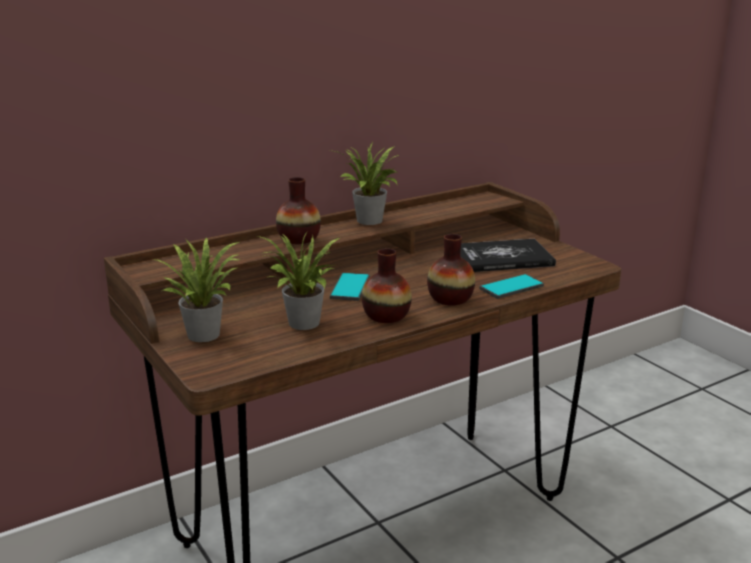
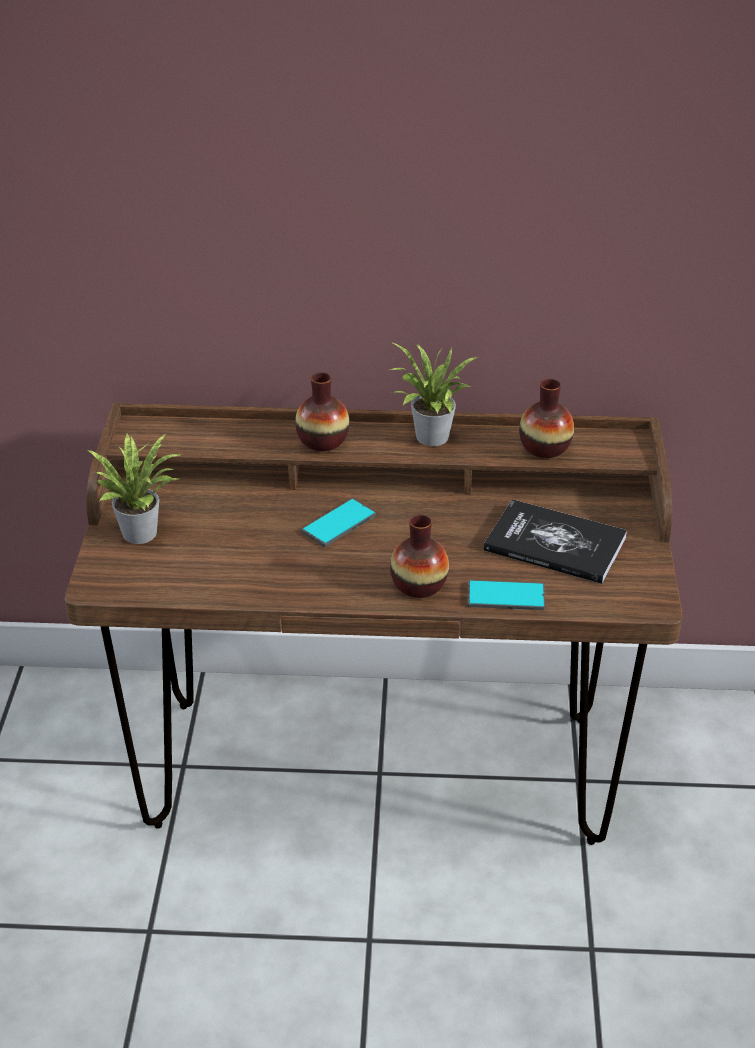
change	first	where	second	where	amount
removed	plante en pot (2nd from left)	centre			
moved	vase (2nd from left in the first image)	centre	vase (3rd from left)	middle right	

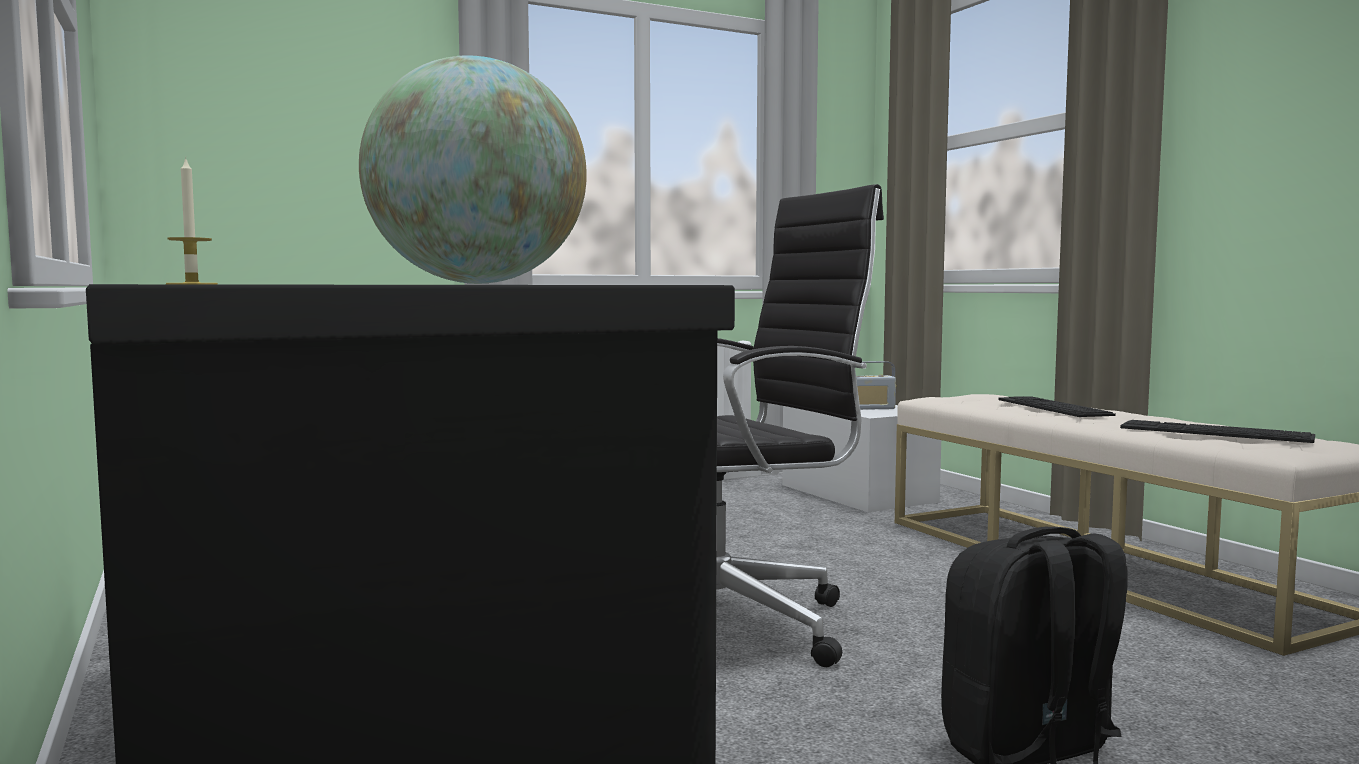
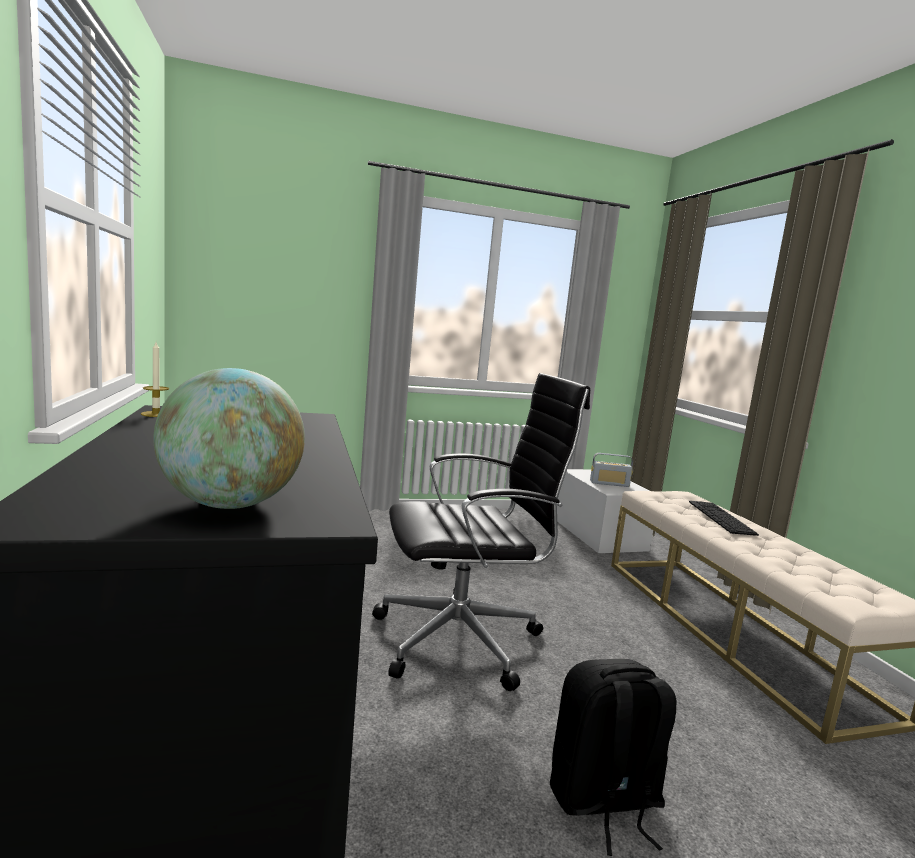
change	first	where	second	where	amount
removed	clavier (2nd from left)	middle right			

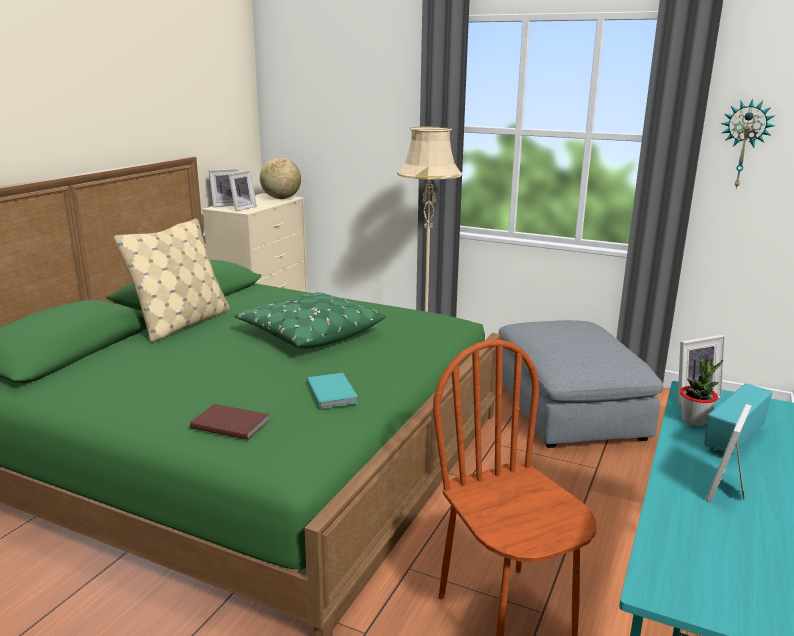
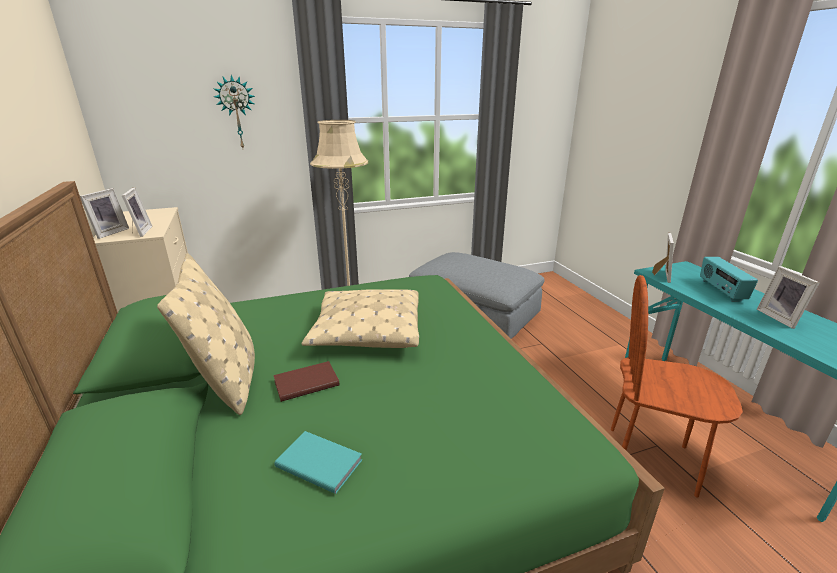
change	first	where	second	where	amount
moved	livre (marron)	middle left		centre	
recoloured	coussin (vert)	centre	coussin (beige) (2nd from left)	centre	
removed	globe	top centre			
moved	livre (turquoise)	centre		bottom centre	
removed	plante en pot	middle right			
moved	horloge murale	top right		top left	

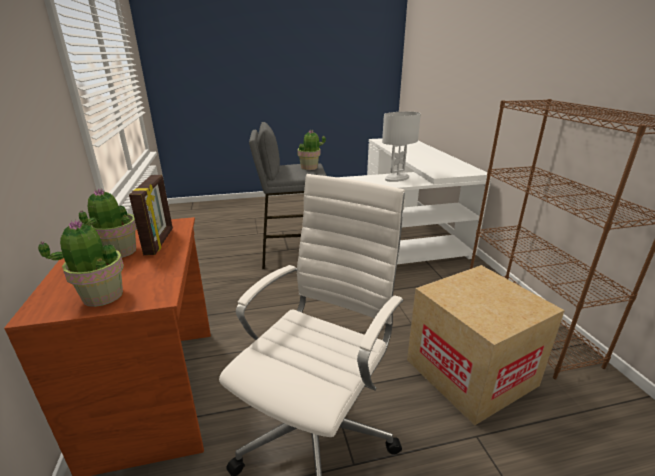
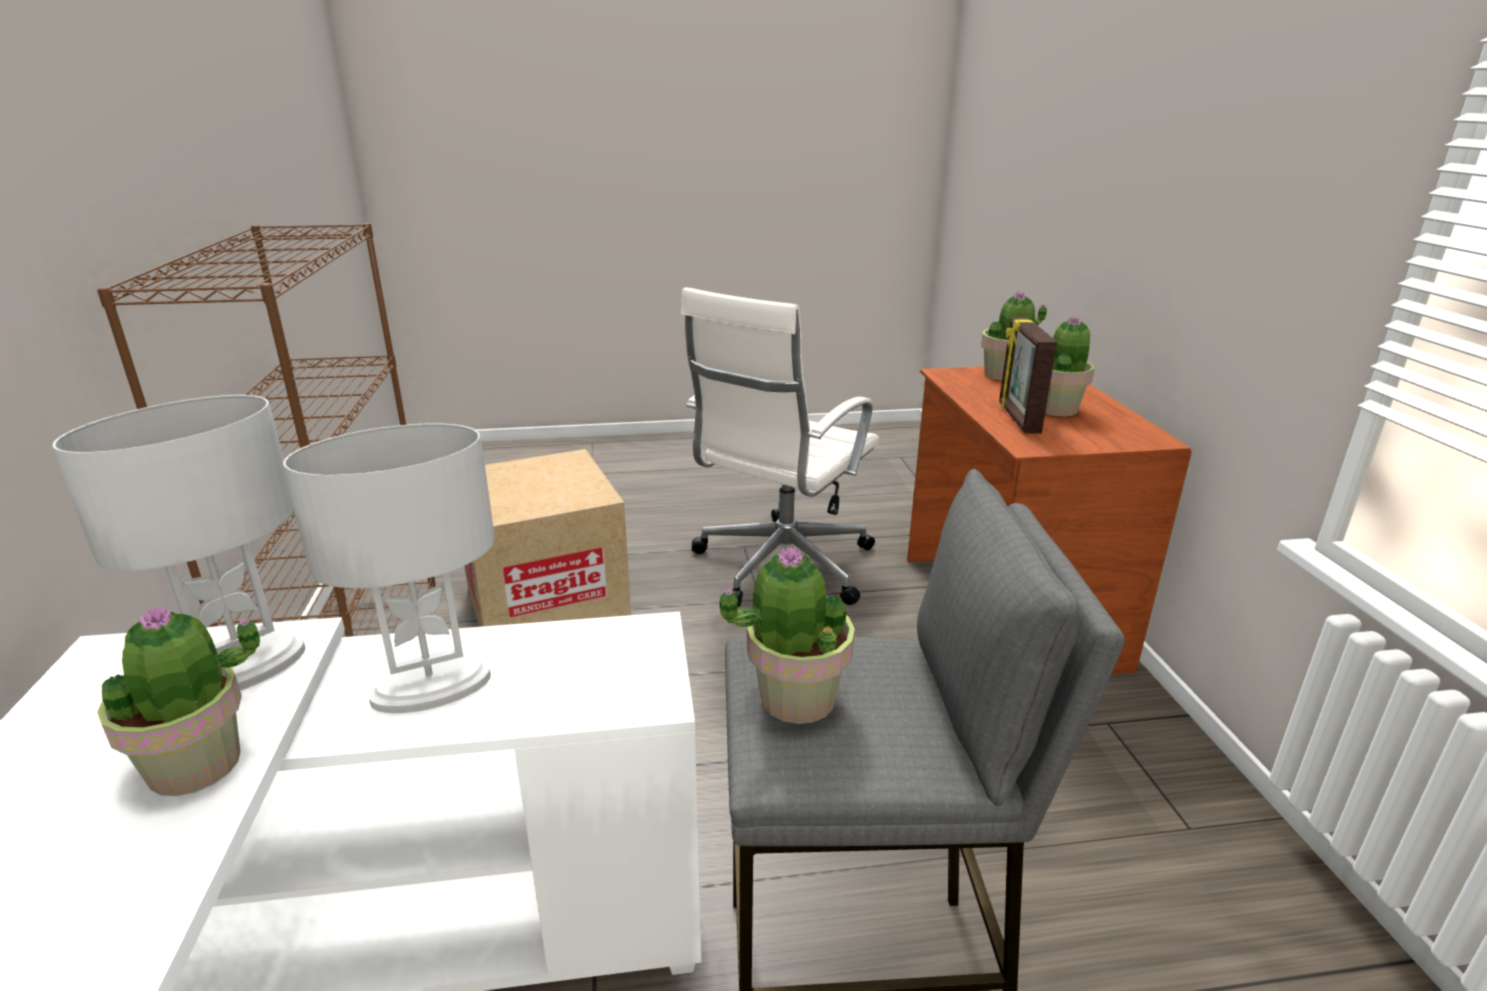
change	first	where	second	where	amount
added			lampe de table (blanc) (1st from left)	middle left	
added			plante en pot (1st from left)	bottom left	

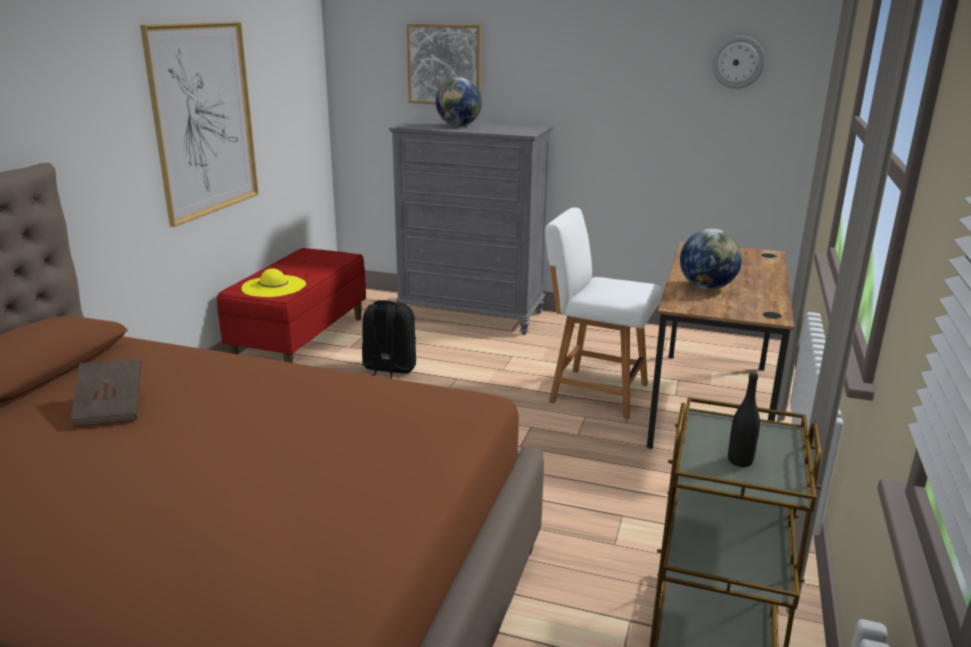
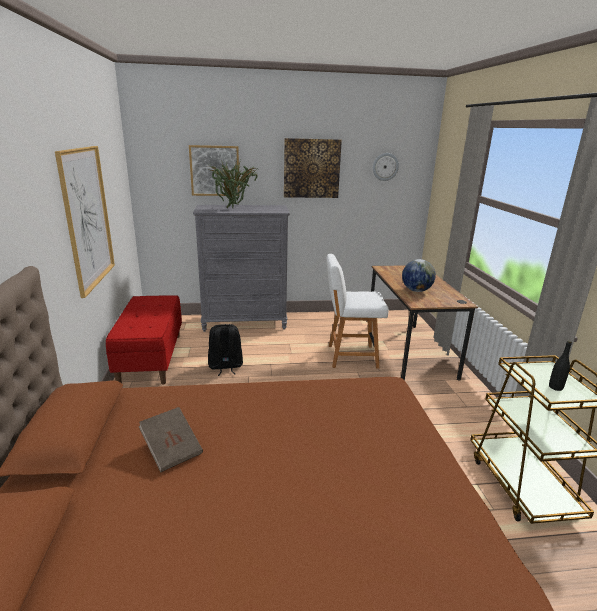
change	first	where	second	where	amount
removed	chapeau (jaune)	middle left			
replaced	globe (1st from left)	top centre	plante en pot	top centre	
added			tableau (3rd from left)	top centre	

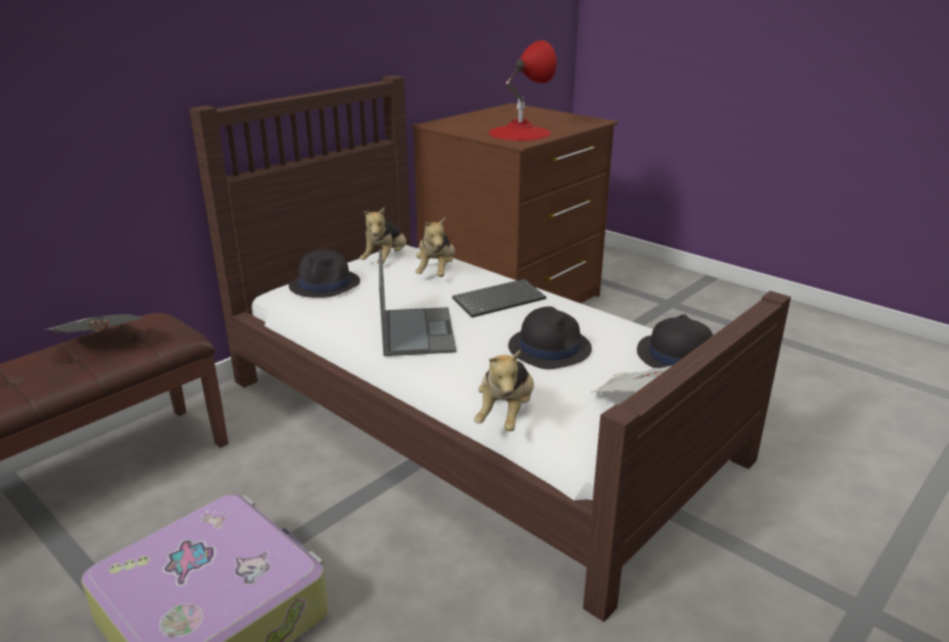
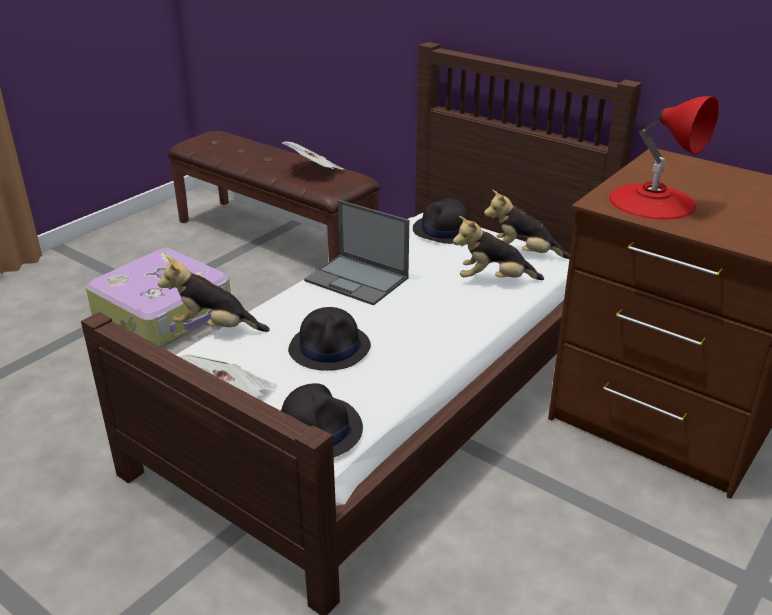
change	first	where	second	where	amount
turned	ordinateur portable	centre		centre	45 degrees clockwise
removed	clavier	centre			

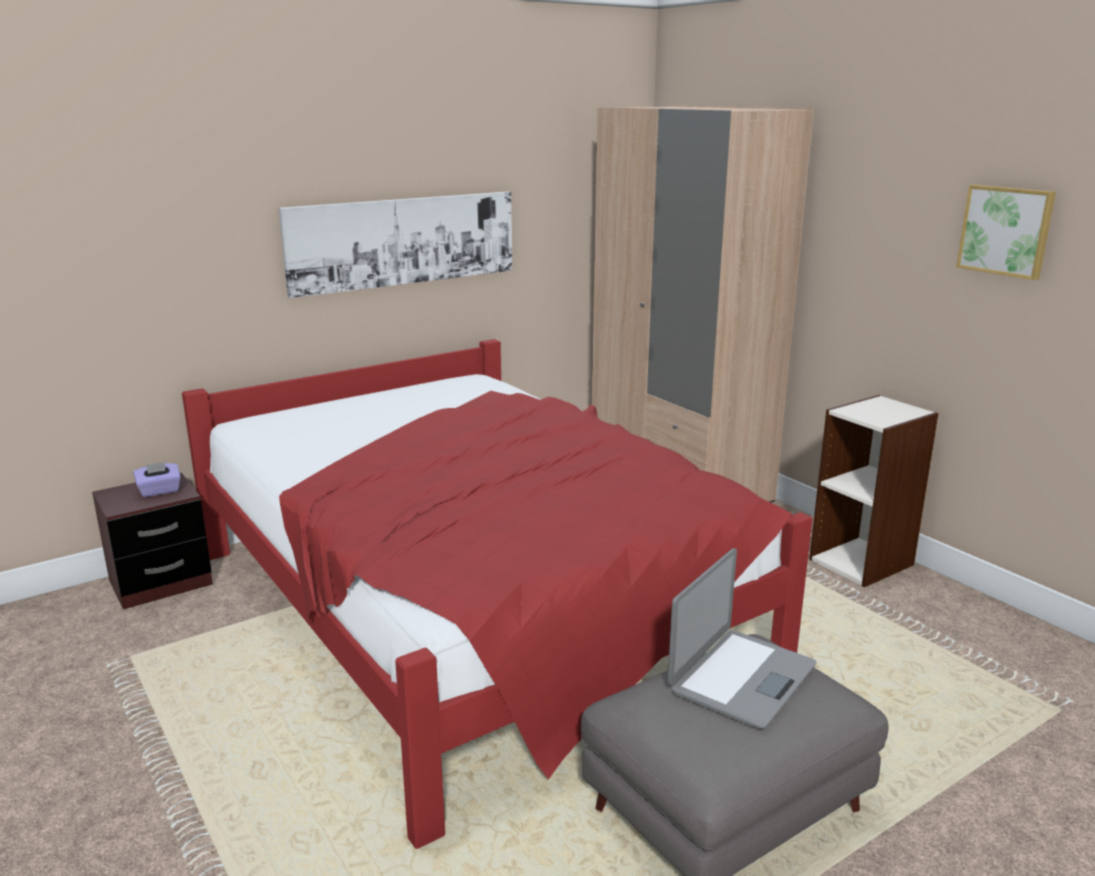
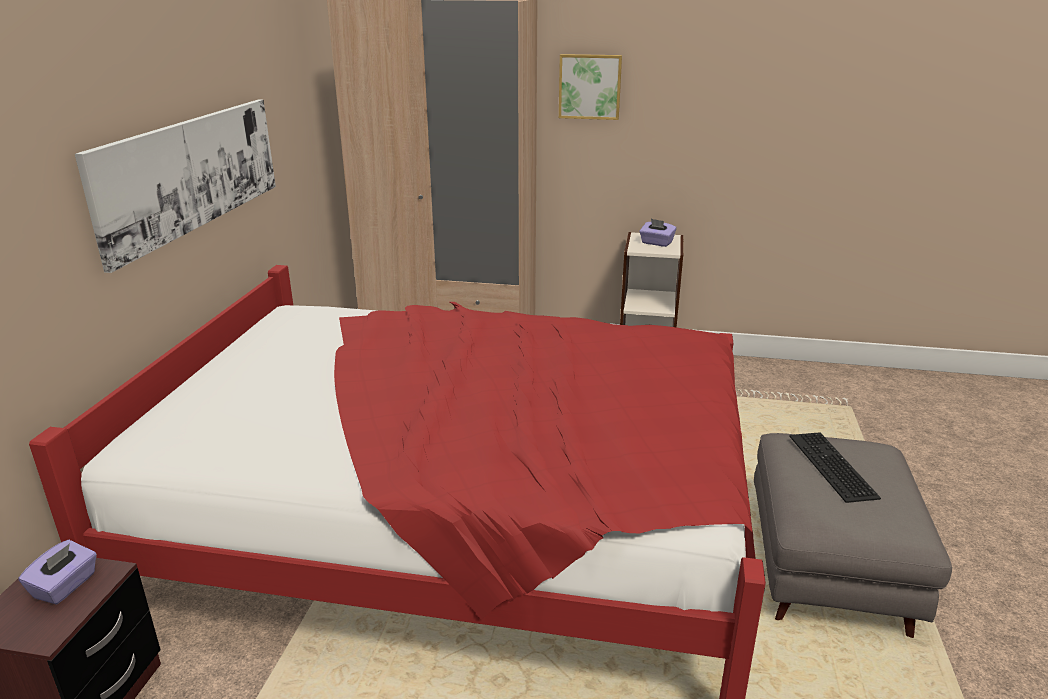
change	first	where	second	where	amount
replaced	ordinateur portable	bottom right	clavier	bottom right	
moved	tableau (2nd from left)	top right		top centre	
added			boîte à mouchoirs (violet) (2nd from left)	centre	

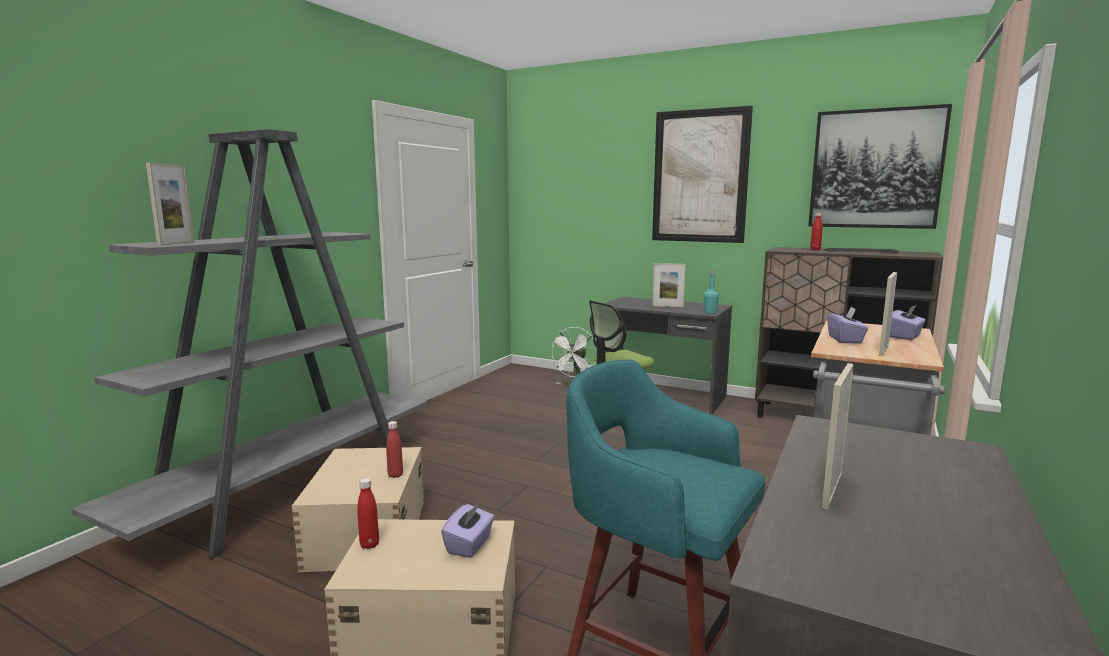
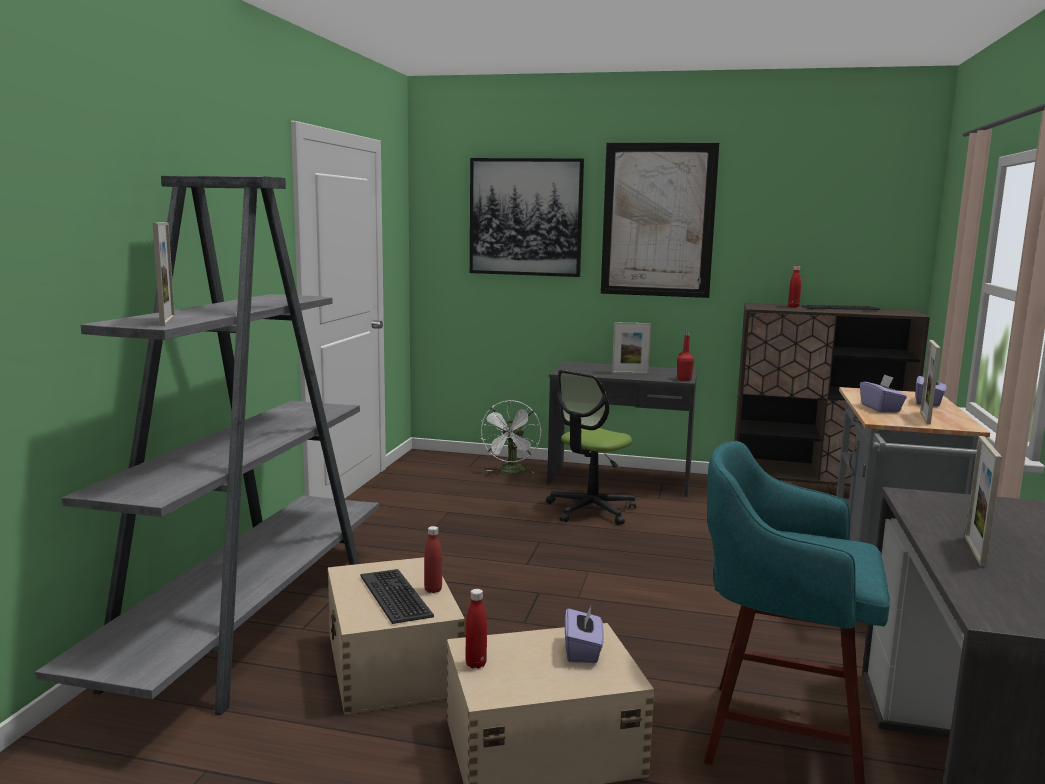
change	first	where	second	where	amount
recoloured	bouteille (turquoise)	centre	bouteille (rouge) (3rd from left)	centre	
moved	tableau (2nd from left in the first image)	top right	tableau (1st from left)	top centre	
added			clavier (1st from left)	bottom centre	

